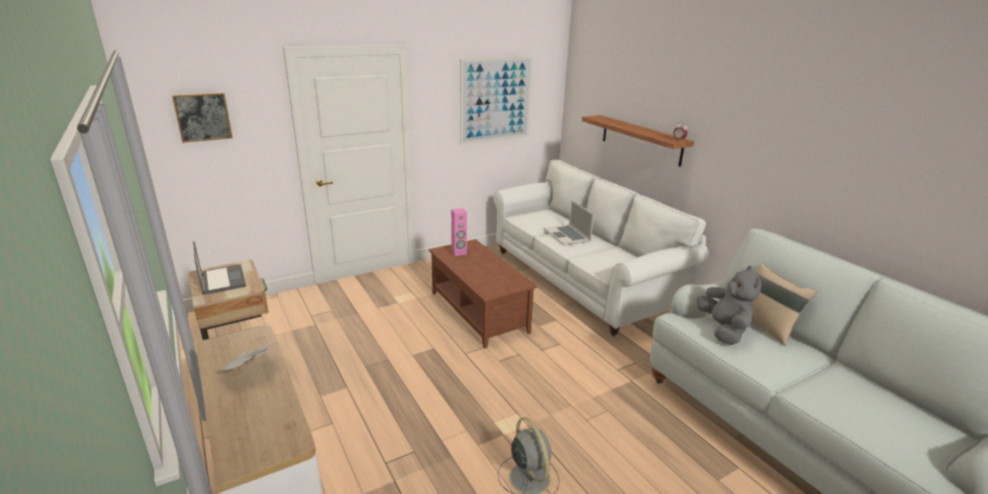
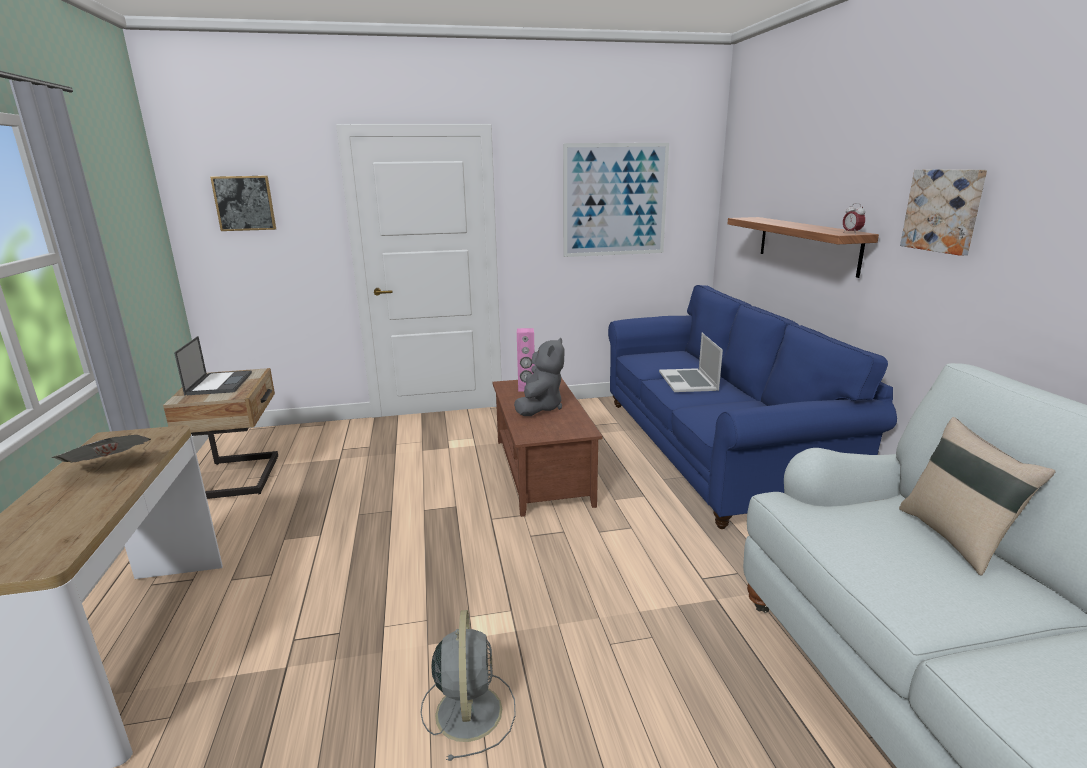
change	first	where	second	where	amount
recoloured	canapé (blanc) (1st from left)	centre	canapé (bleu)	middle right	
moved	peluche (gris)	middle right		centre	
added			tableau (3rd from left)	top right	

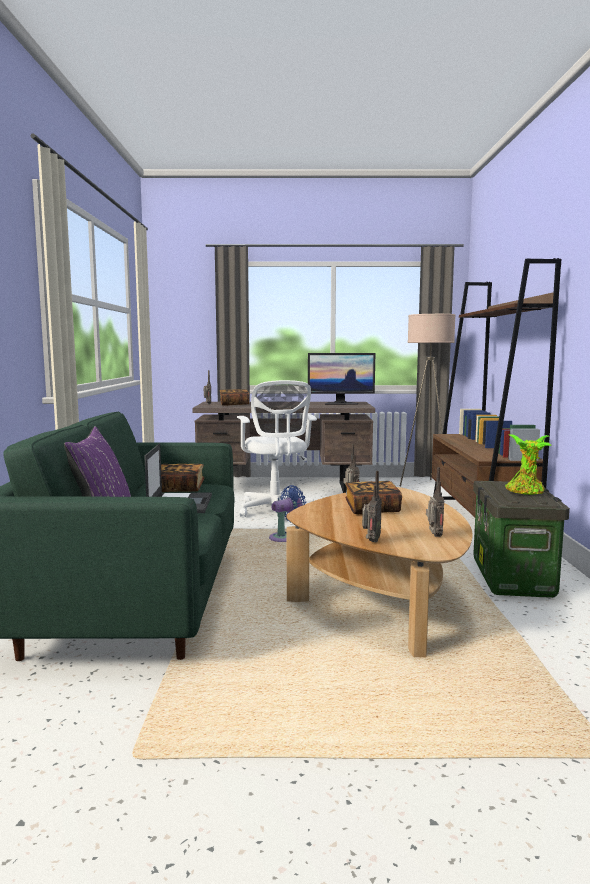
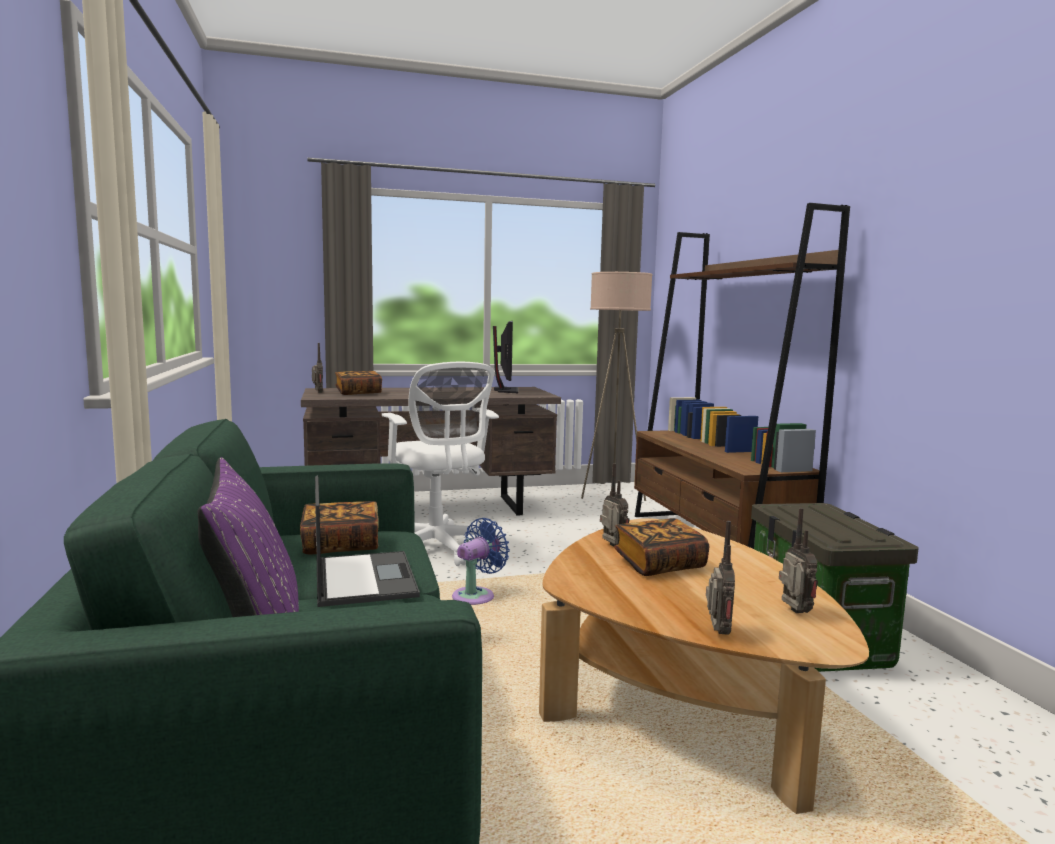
change	first	where	second	where	amount
turned	écran d'ordinateur	centre		centre	75 degrees counterclockwise
removed	plante en pot	middle right			

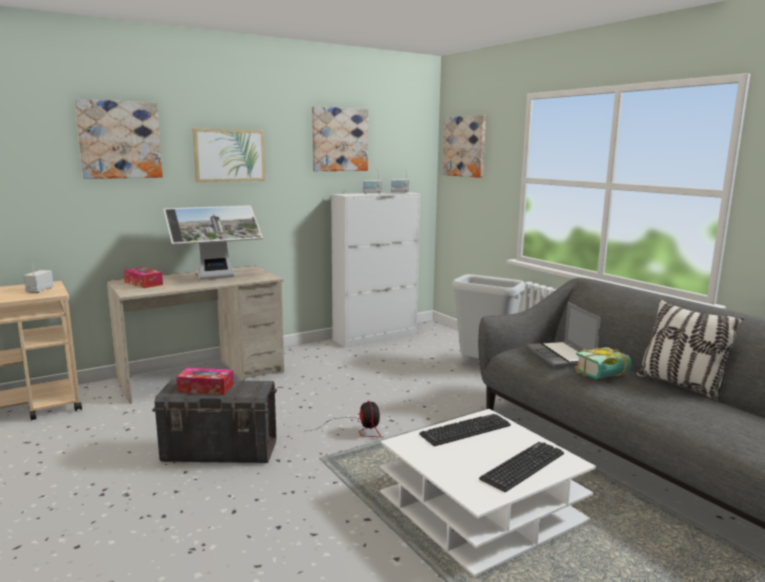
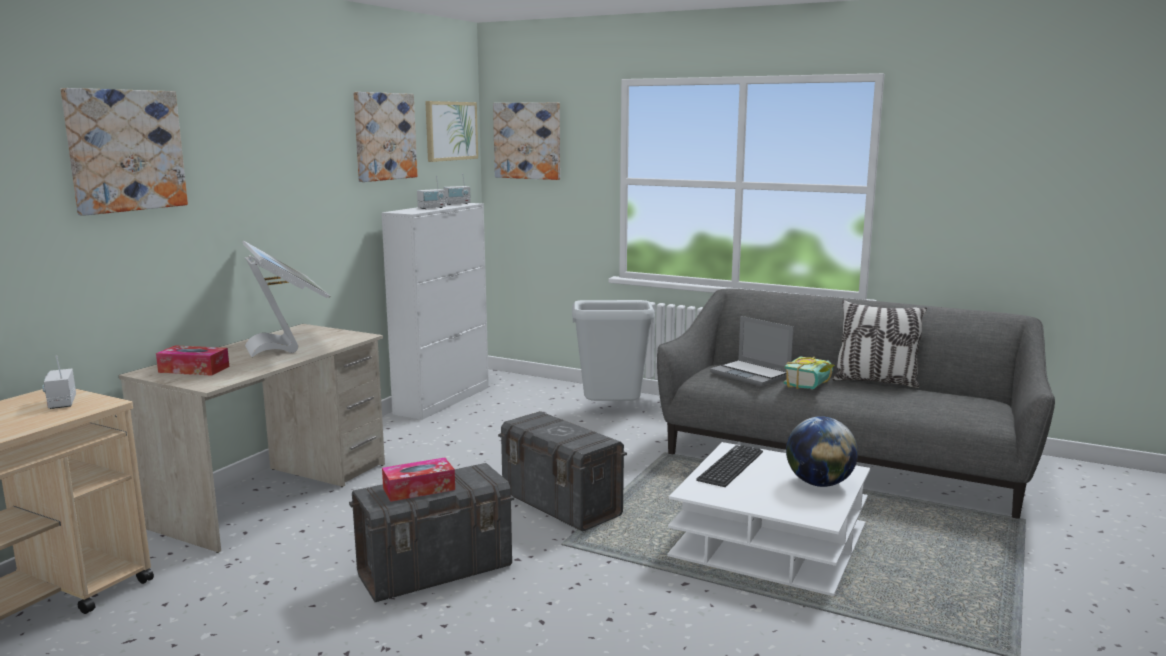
change	first	where	second	where	amount
turned	écran d'ordinateur	middle left		middle left	60 degrees counterclockwise
moved	tableau (2nd from left in the first image)	top left	tableau (3rd from left)	top centre	
replaced	ventilateur	bottom centre	boîte de rangement (gris) (2nd from left)	bottom centre	
replaced	clavier (2nd from left)	bottom right	globe	bottom right	

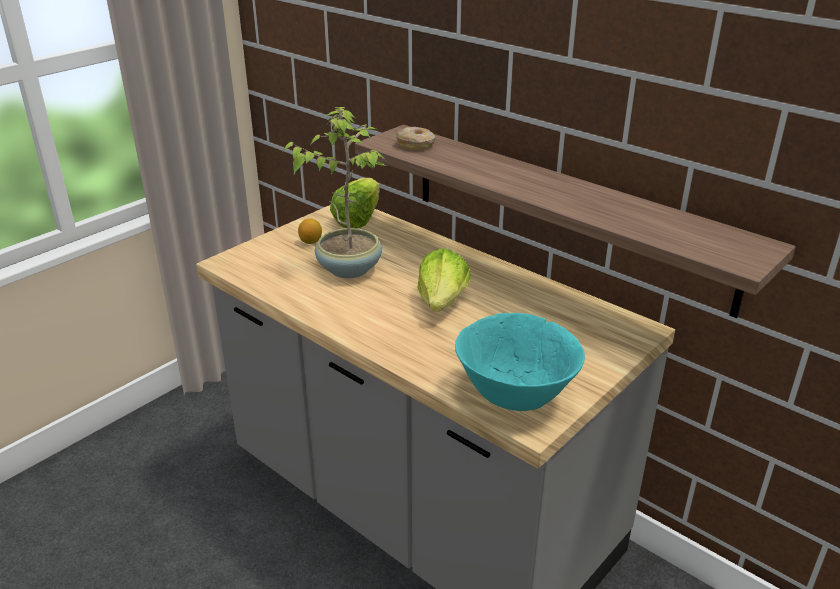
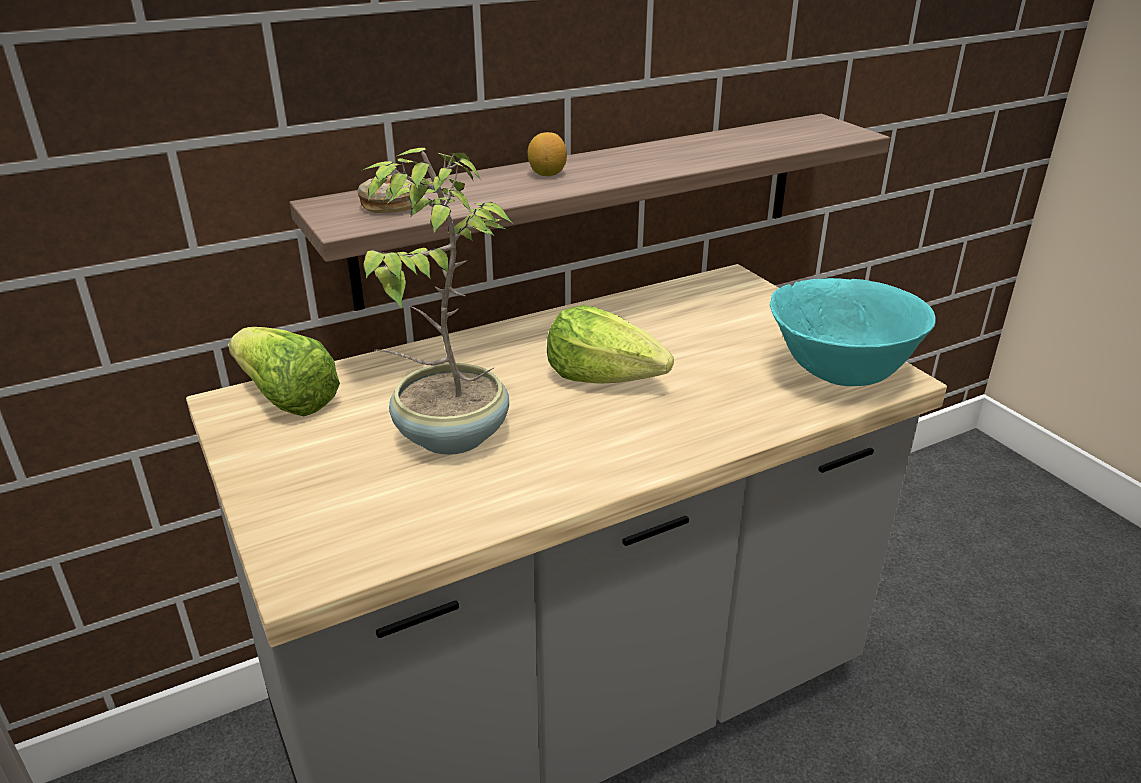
change	first	where	second	where	amount
moved	citron	centre		top centre	

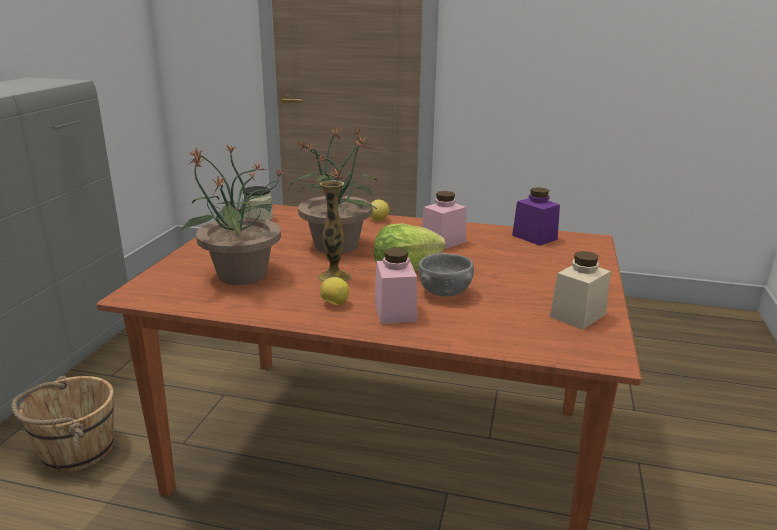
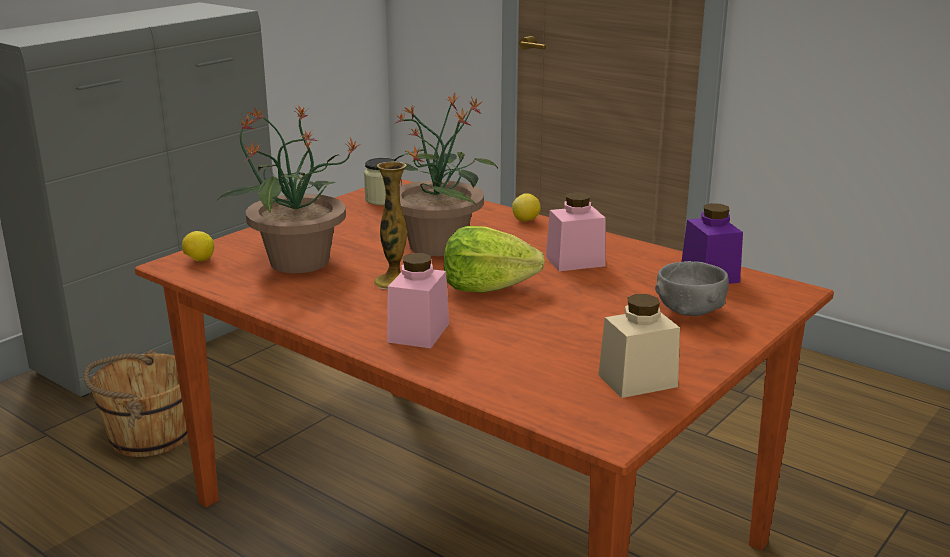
change	first	where	second	where	amount
moved	citron (1st from left)	centre		middle left	
moved	bol (gris)	centre		middle right	

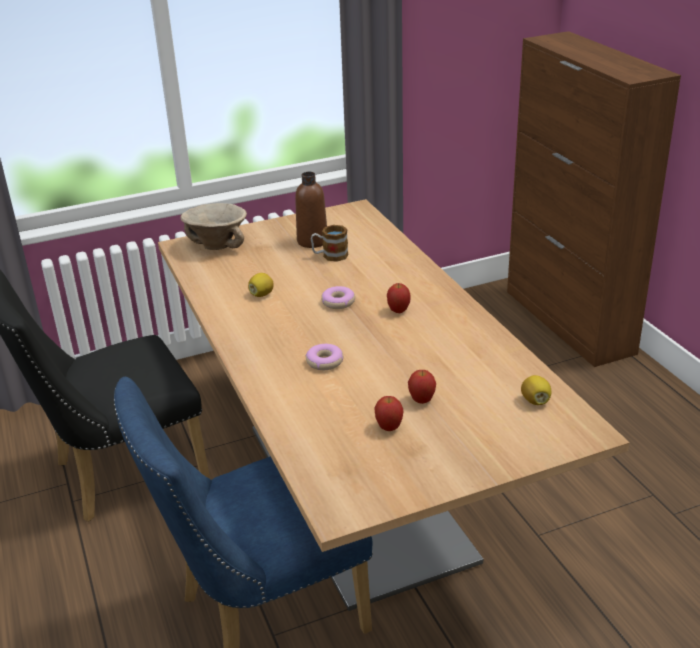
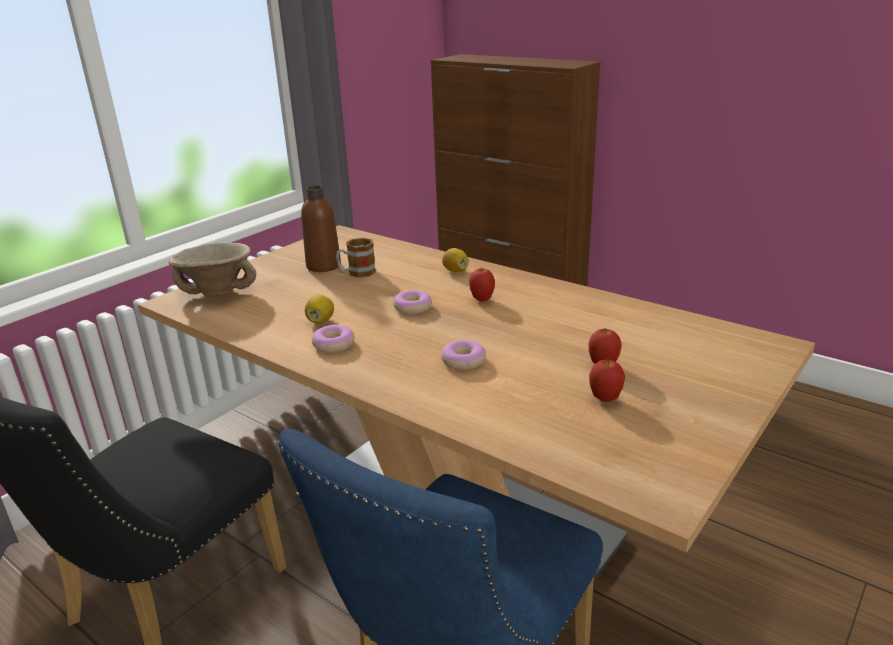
change	first	where	second	where	amount
moved	citron (2nd from left)	middle right		centre	
added			beignet (1st from left)	centre	

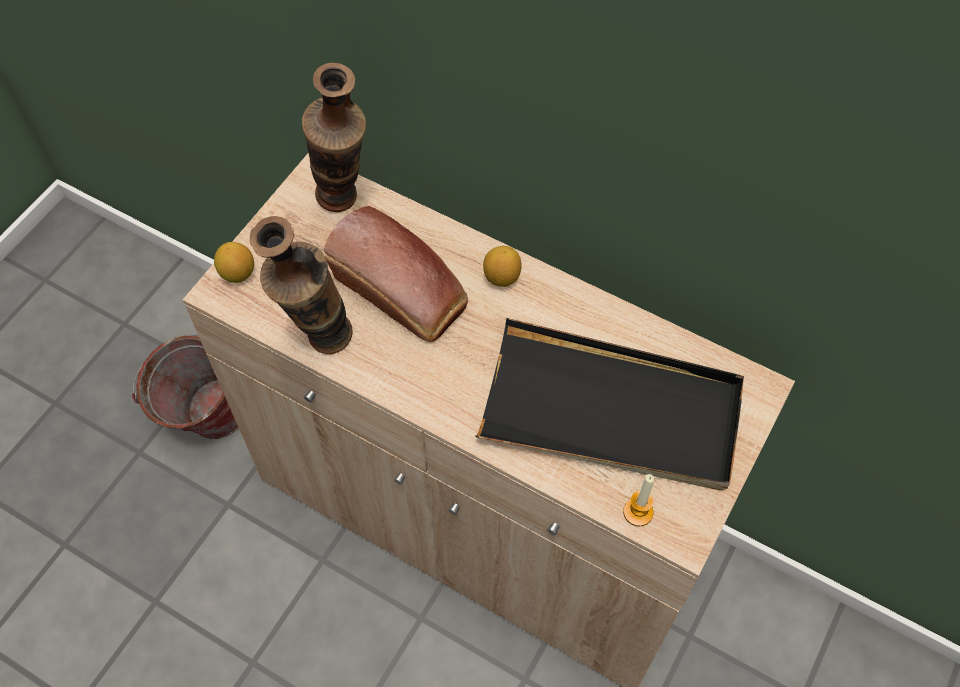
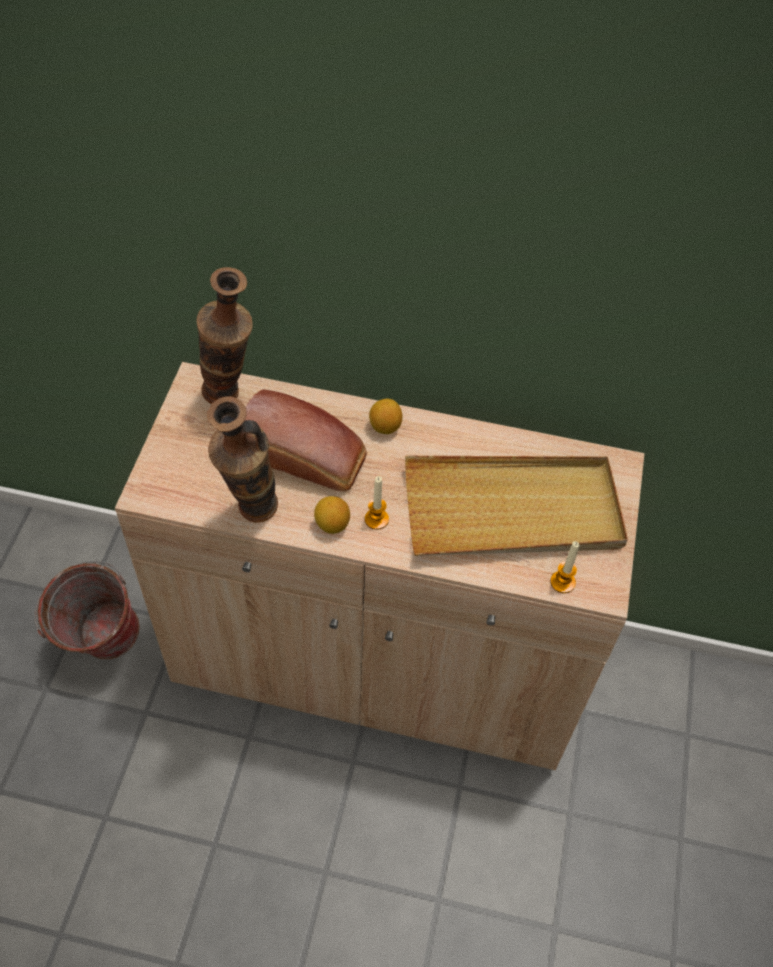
change	first	where	second	where	amount
moved	citron (1st from left)	middle left		centre	
recoloured	plateau (noir)	centre	plateau (beige)	middle right	
added			bougie (1st from left)	centre	

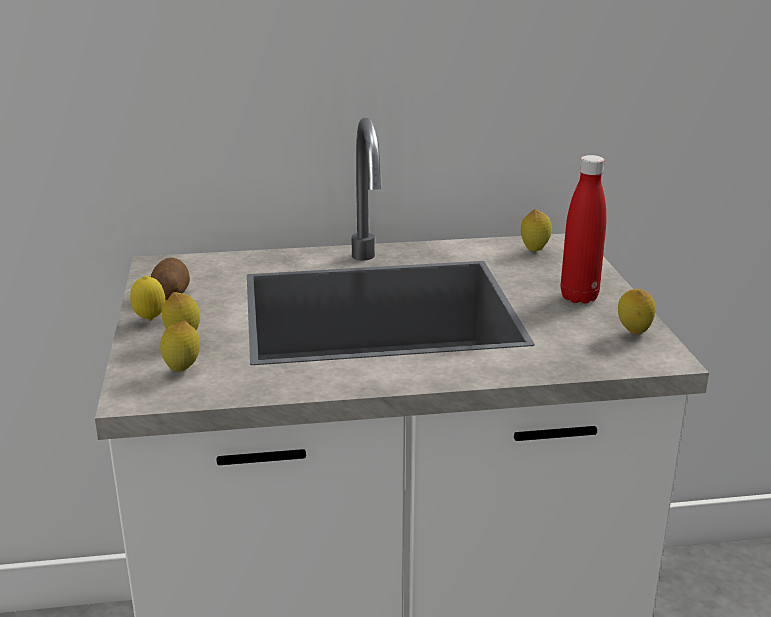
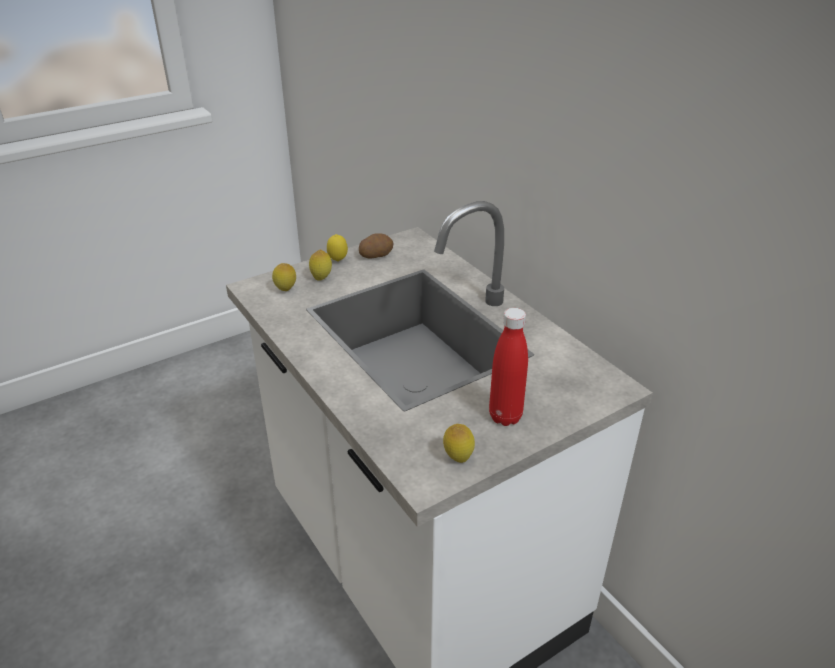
change	first	where	second	where	amount
removed	citron (4th from left)	middle right			

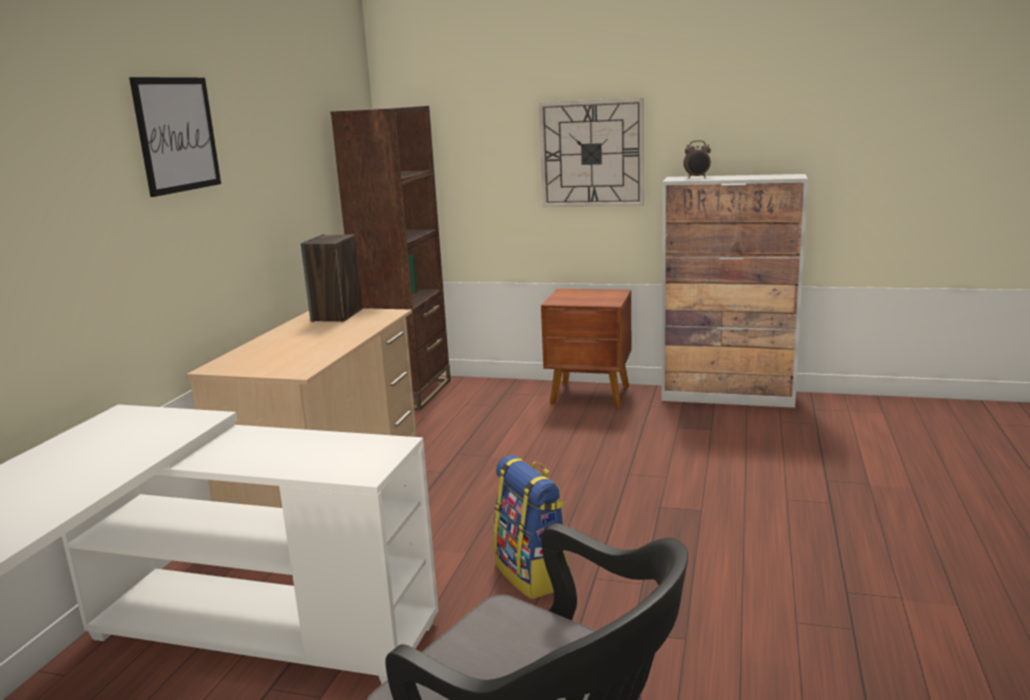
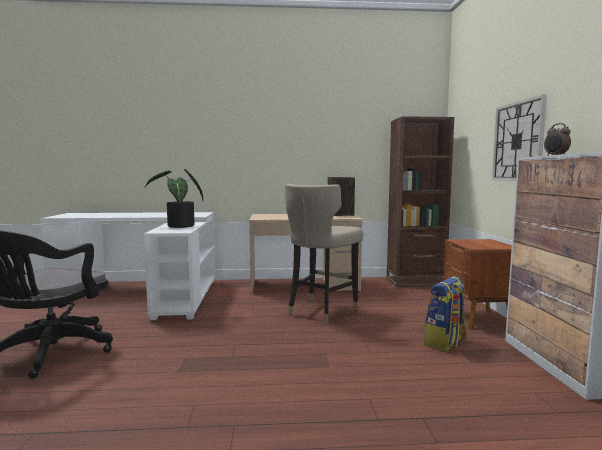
change	first	where	second	where	amount
removed	tableau	top left			
moved	sac à dos	bottom centre		bottom right	
added			plante en pot	middle left	
added			tabouret (beige)	centre	

